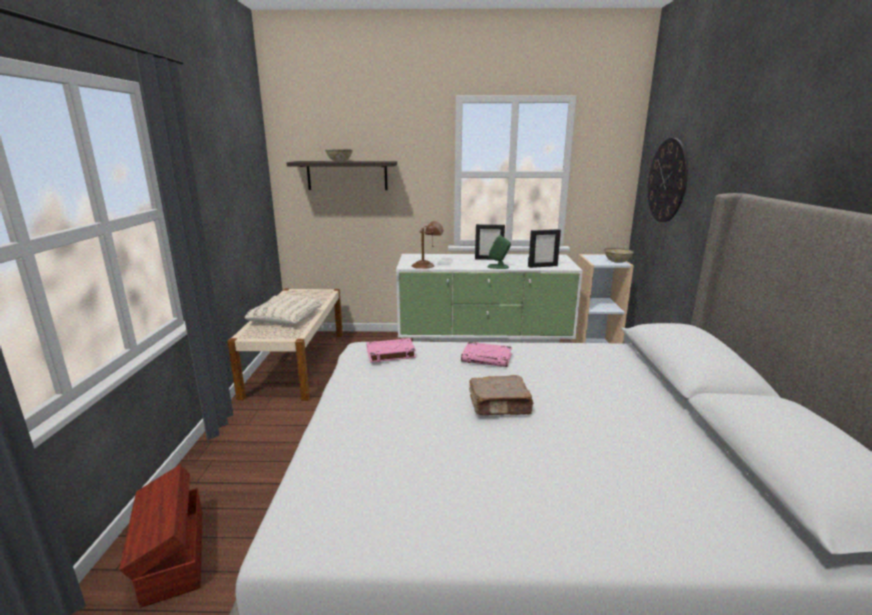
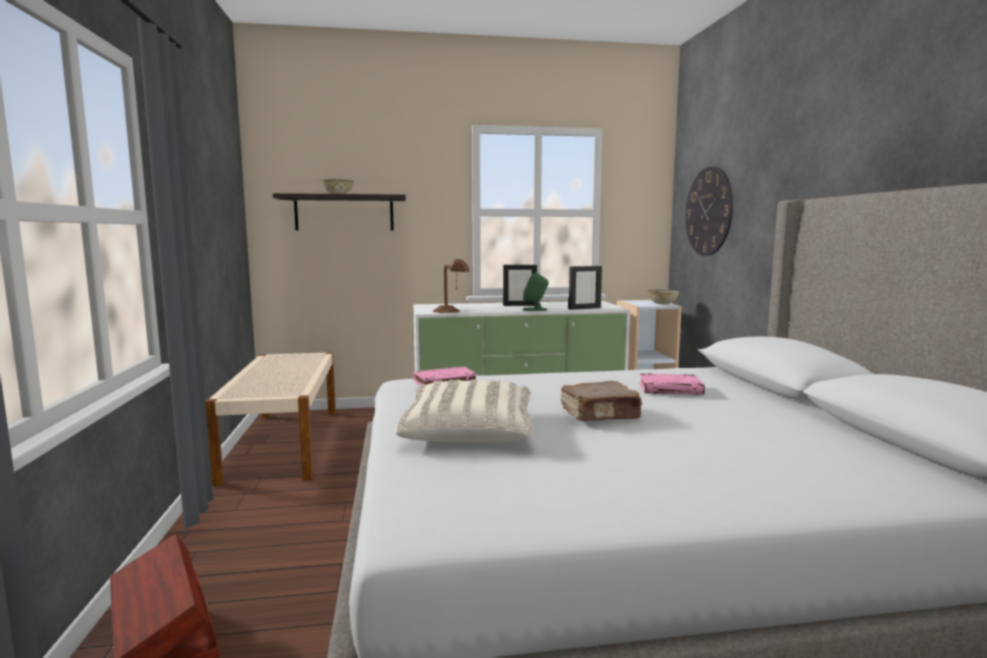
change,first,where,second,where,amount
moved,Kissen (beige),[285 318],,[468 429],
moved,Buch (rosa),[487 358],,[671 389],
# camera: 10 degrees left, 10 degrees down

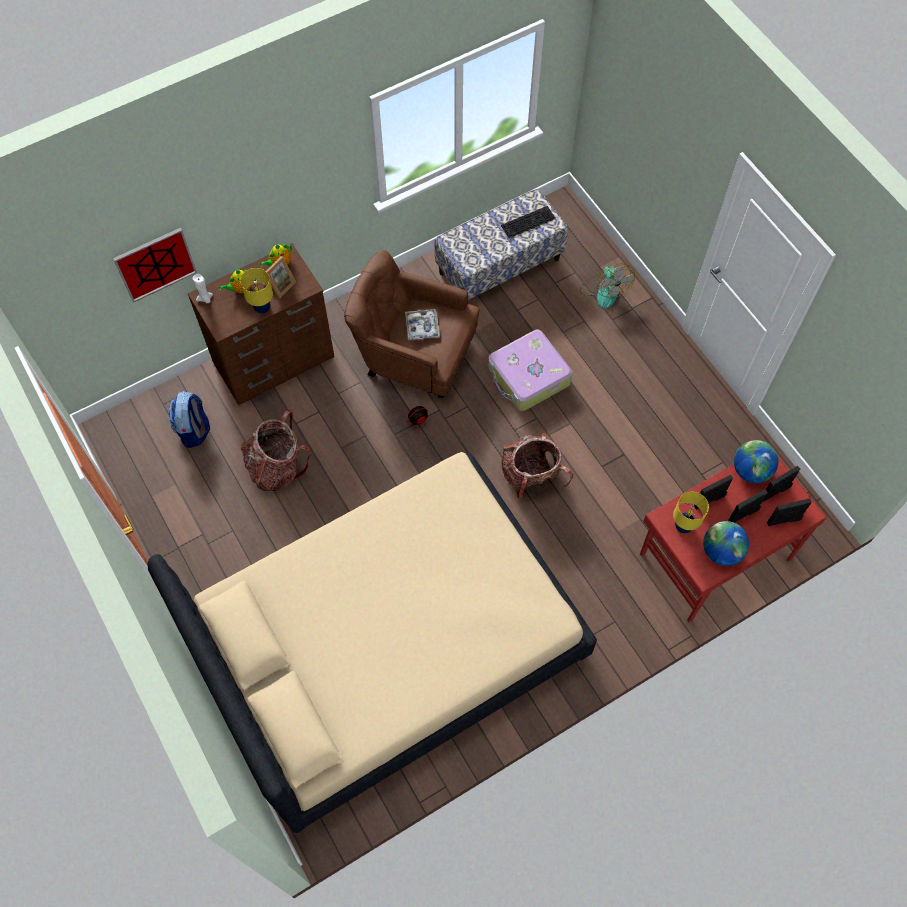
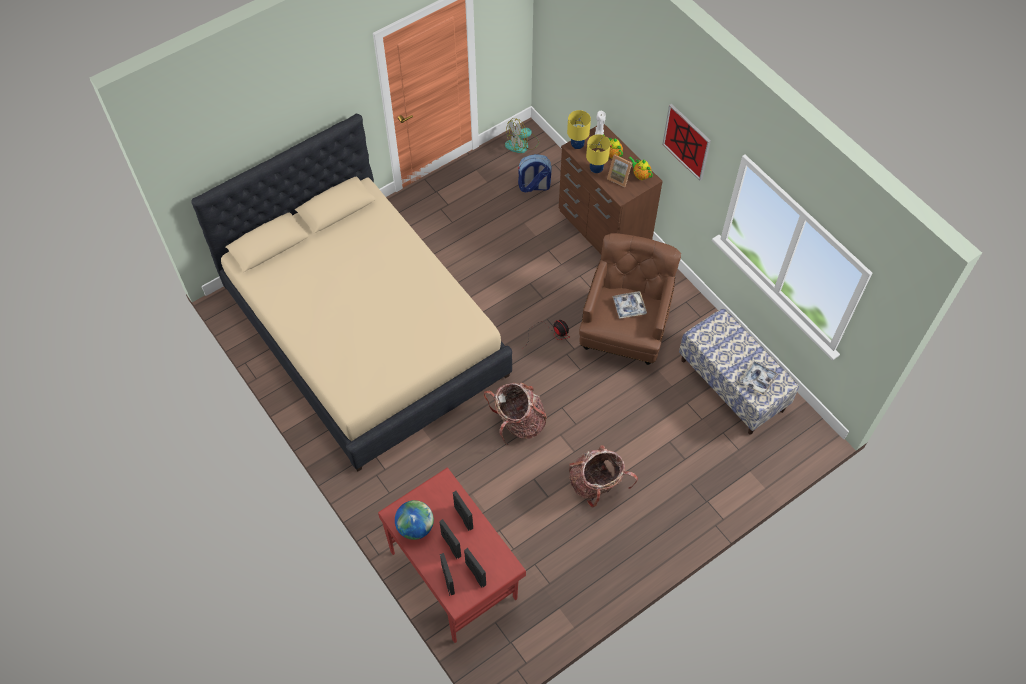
change,first,where,second,where,amount
removed,Koffer,[528 377],,,
removed,Globus,[750 470],,,
moved,Bild,[155 264],,[687 141],
moved,Rucksack,[277 467],,[597 485],
moved,Ventilator,[604 290],,[522 144],
moved,Tischlampe (gelb),[683 525],,[578 145],
replaced,Tastatur,[528 221],Tablett,[758 379],
# camera: 85 degrees right, 5 degrees down

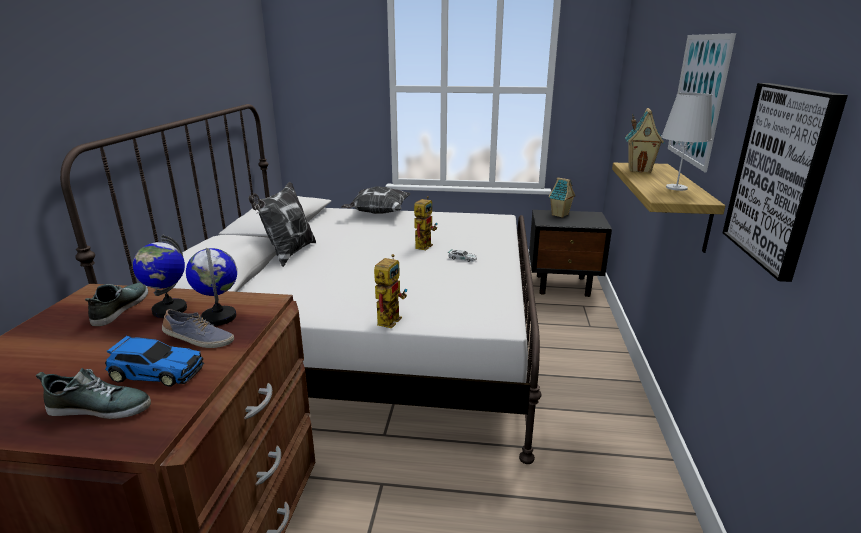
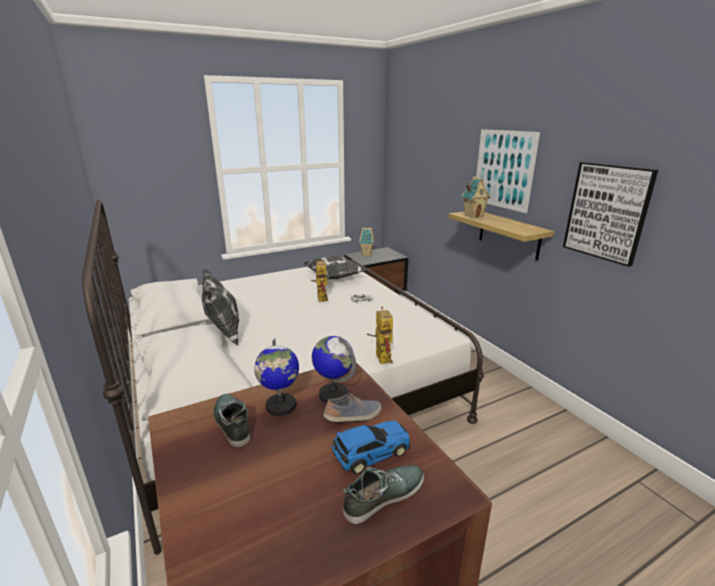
change,first,where,second,where,amount
removed,Tischlampe (weiß),[676 188],,,
moved,Kissen,[377 213],,[333 278],
# camera: 35 degrees left, 0 degrees up

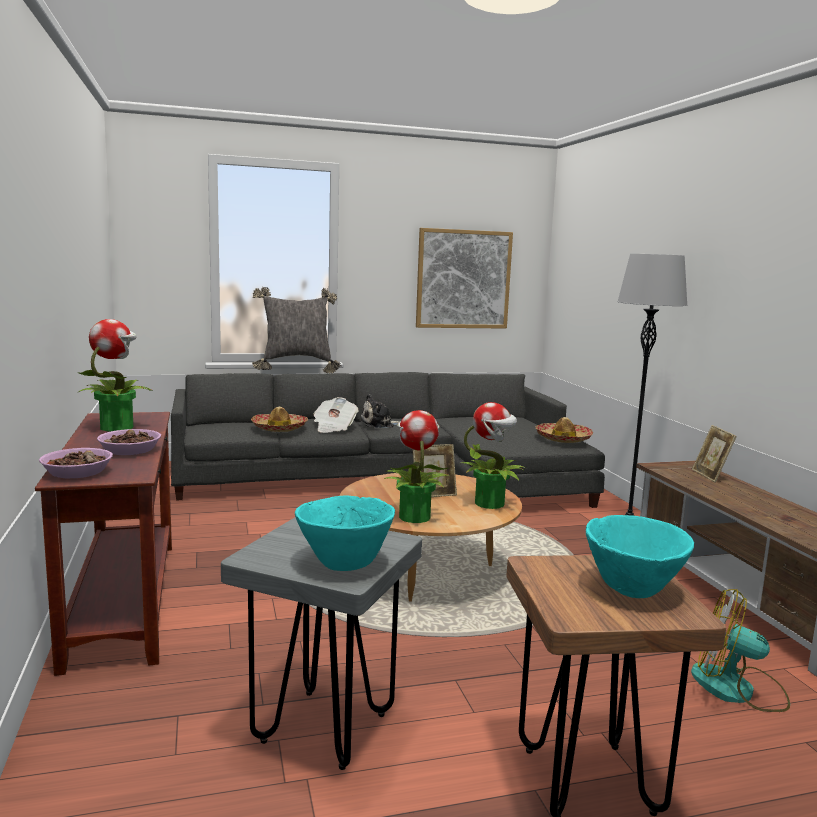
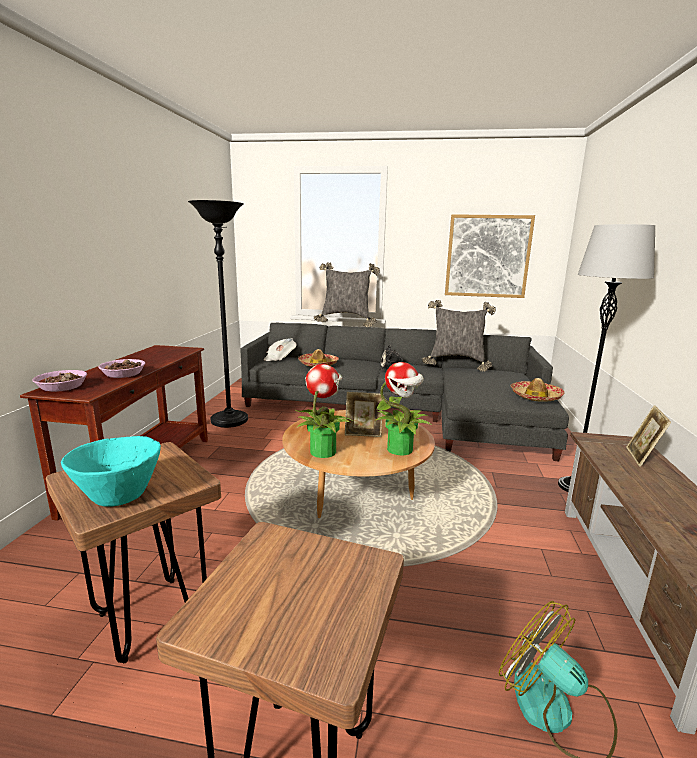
change,first,where,second,where,amount
removed,Topfpflanze,[117 427],,,
removed,Schüssel (türkis),[633 590],,,
added,,,Stehlampe (schwarz),[229 421],
added,,,Kissen,[456 366],
moved,Zeitung,[334 428],,[279 358],
recoloured,Hocker (grau),[324 727],Hocker (braun),[151 616],
# camera: 25 degrees right, 5 degrees up

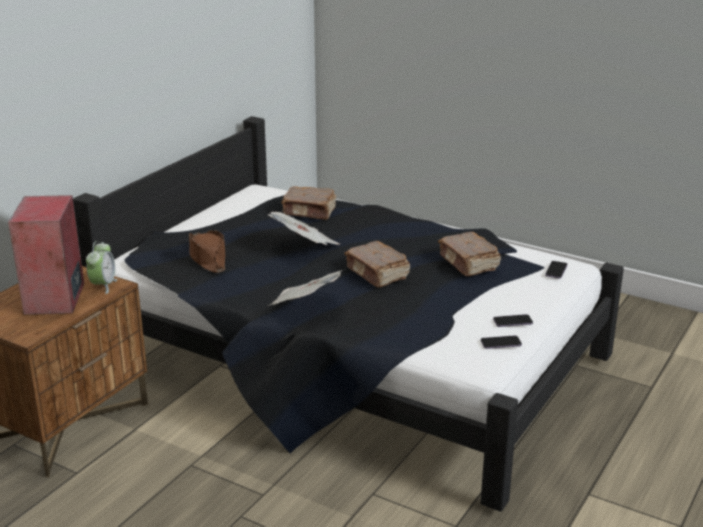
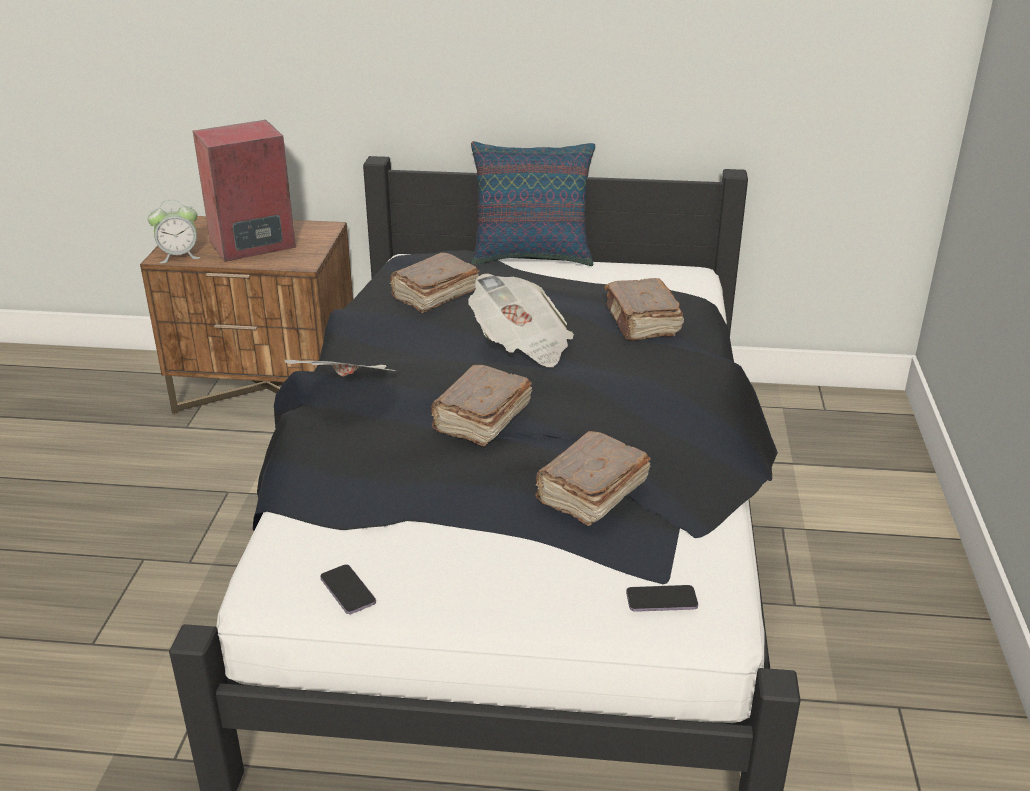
change,first,where,second,where,amount
removed,Handy,[512 322],,,
added,,,Kissen (blau),[532 259],
moved,Wecker,[103 285],,[179 256],
replaced,Hut (braun),[207 258],Buch (braun),[434 296],
# camera: 65 degrees right, 5 degrees up

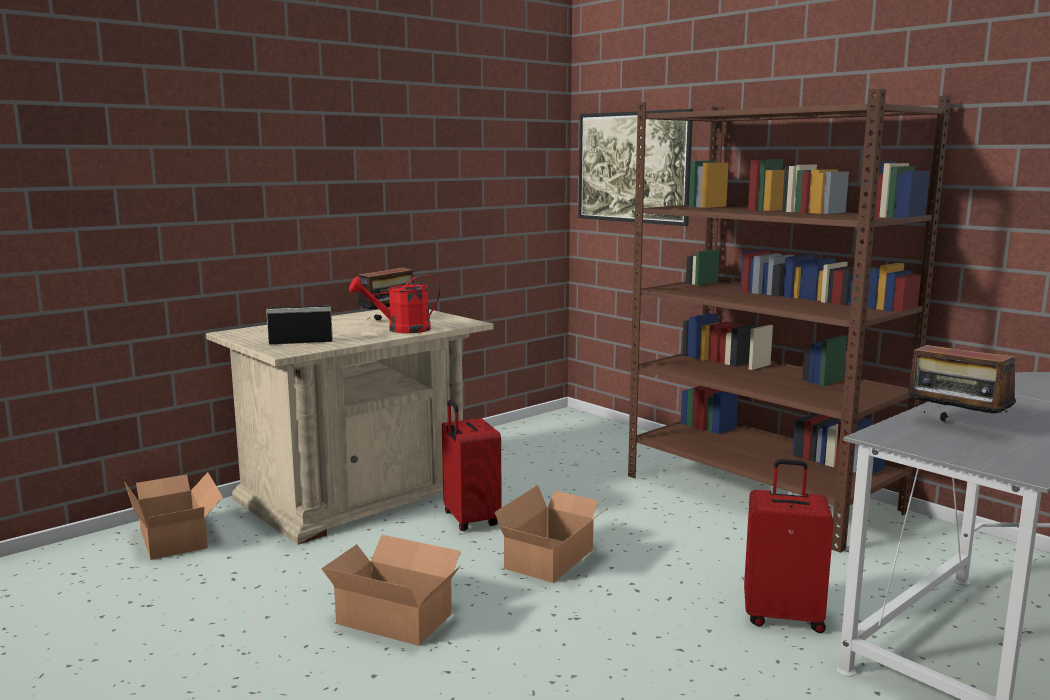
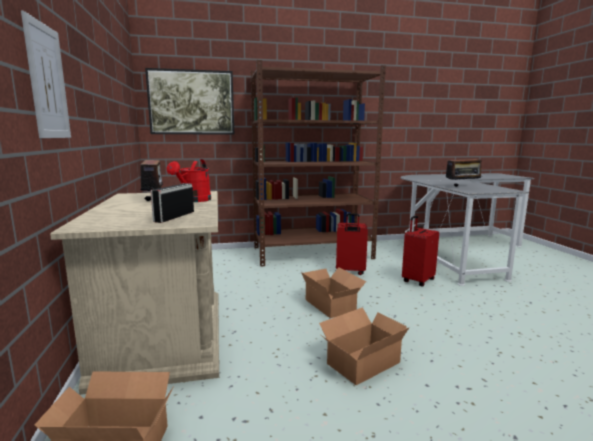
change,first,where,second,where,amount
added,,,Bild,[47 82],
moved,Koffer (rot),[469 520],,[350 272],
# camera: 60 degrees left, 0 degrees up

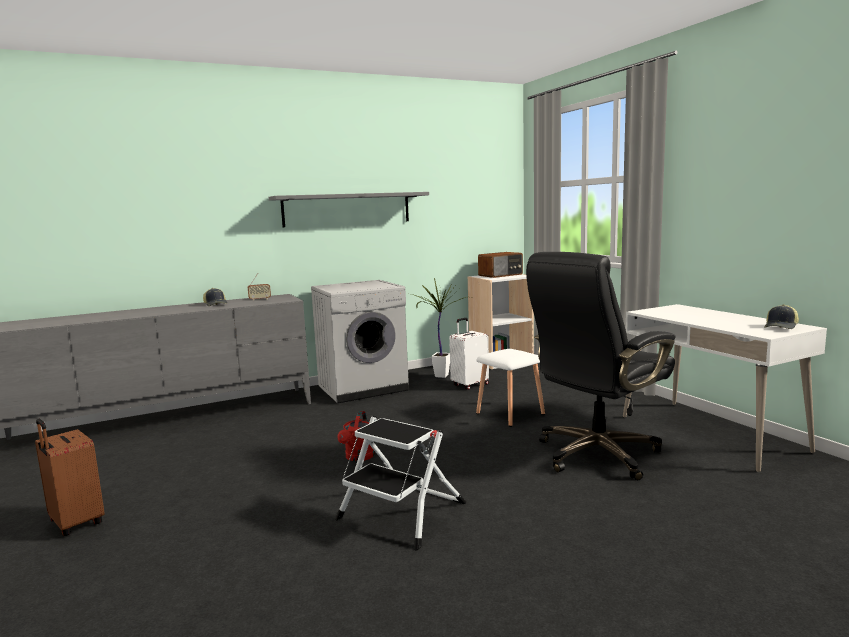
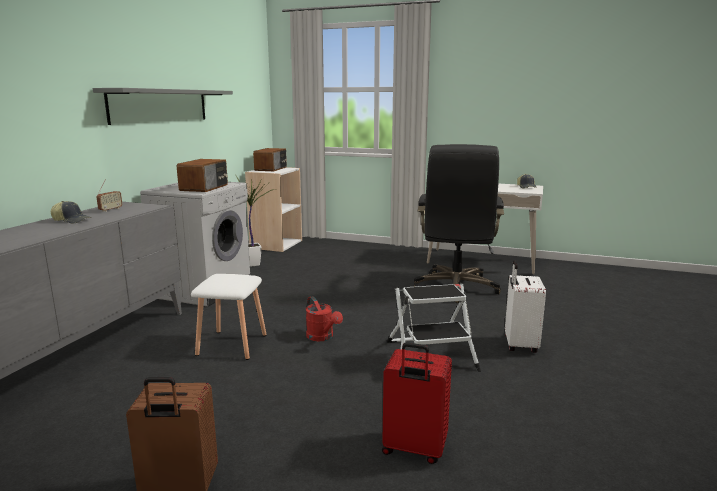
change,first,where,second,where,amount
added,,,Radio,[205 188],
added,,,Koffer (rot),[414 449],
moved,Koffer (weiß),[469 385],,[519 345],
moved,Hocker (weiß),[510 414],,[232 345],
# camera: 45 degrees left, 5 degrees up

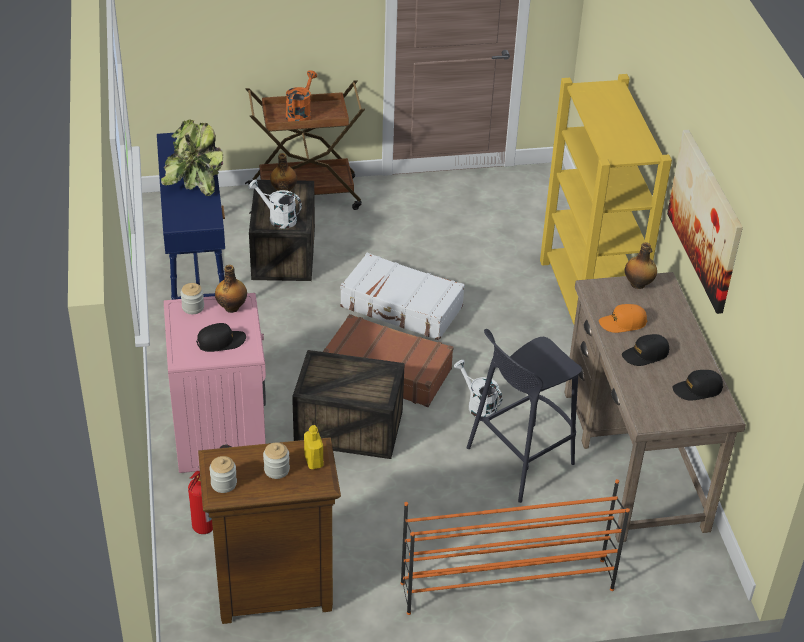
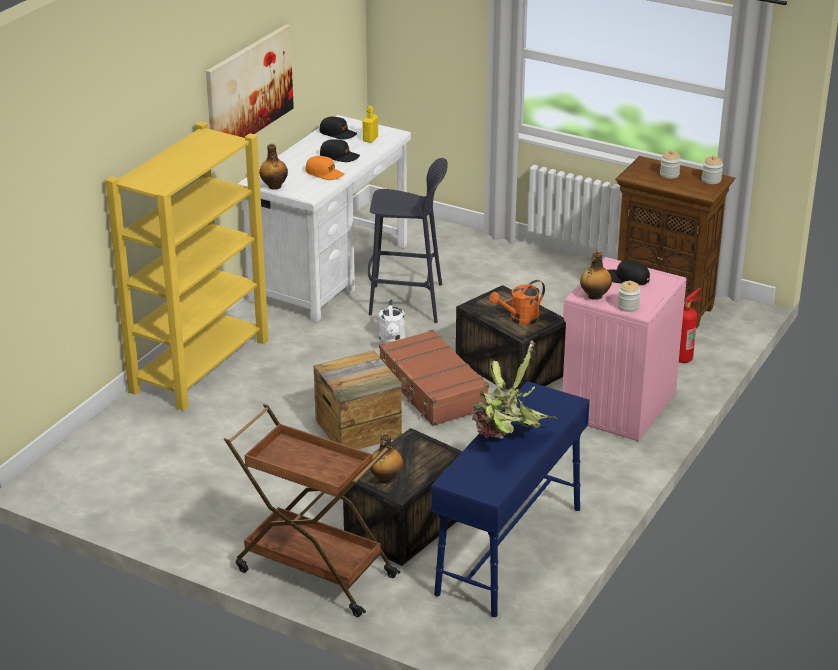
change,first,where,second,where,amount
removed,Gießkanne (weiß),[278 218],,,
removed,Schuhregal (orange),[506 586],,,
moved,Gießkanne (orange),[300 113],,[519 319],
moved,Flasche (gelb),[313 461],,[370 139],
replaced,Koffer (weiß),[401 307],Kiste,[358 428],
recoloured,Schreibtisch (braun),[635 459],Schreibtisch (weiß),[329 272],
# camera: 140 degrees left, 10 degrees down

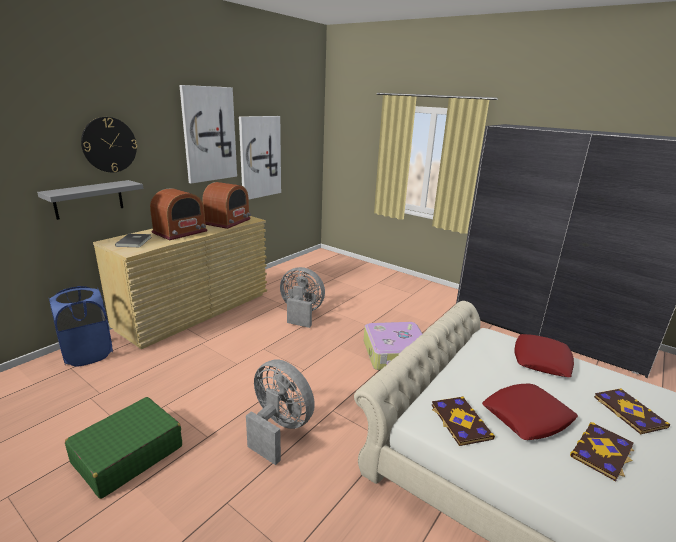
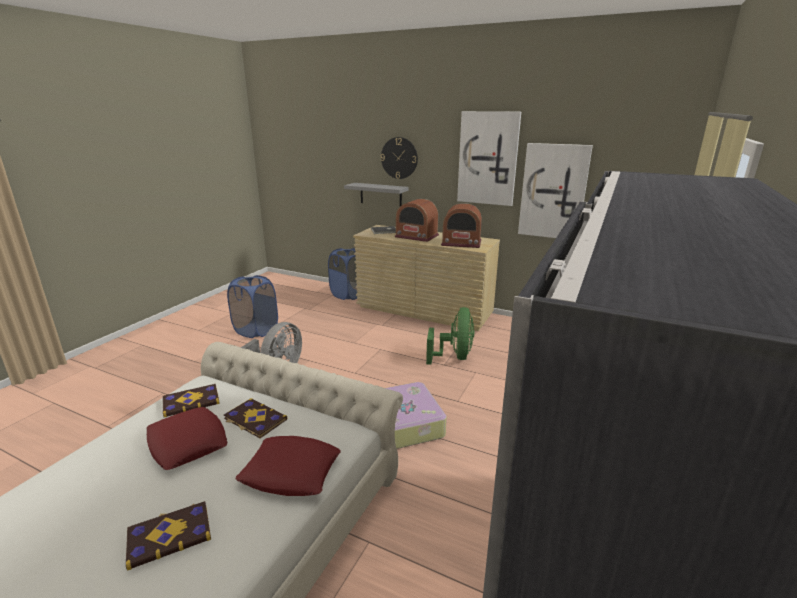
change,first,where,second,where,amount
moved,Buch,[602 452],,[254 419],
replaced,Koffer (grün),[127 454],Wäschekorb (blau),[256 330],
recoloured,Ventilator (grau),[301 314],Ventilator (grün),[454 357],
# camera: 80 degrees right, 0 degrees up

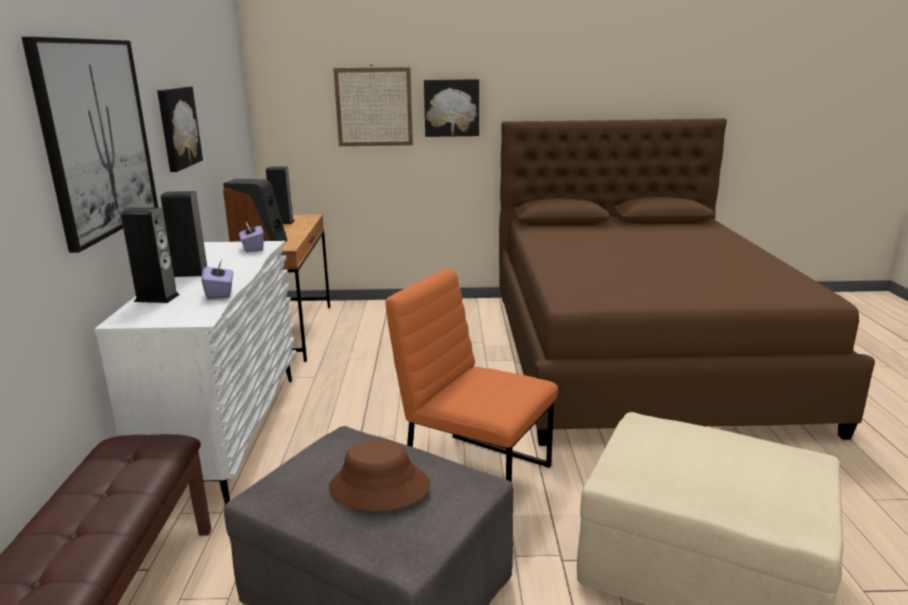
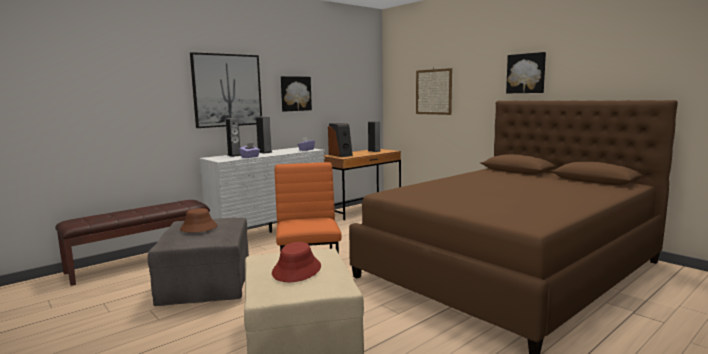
change,first,where,second,where,amount
added,,,Hut (rot),[297 270],
moved,Bild,[451 108],,[526 73],
# camera: 50 degrees right, 10 degrees down

